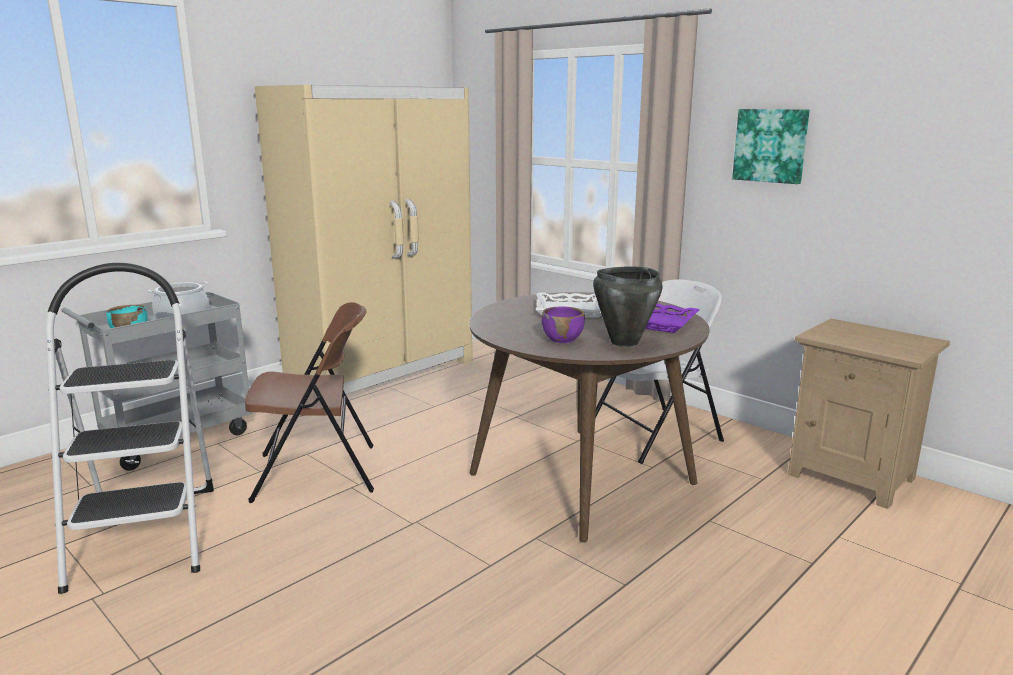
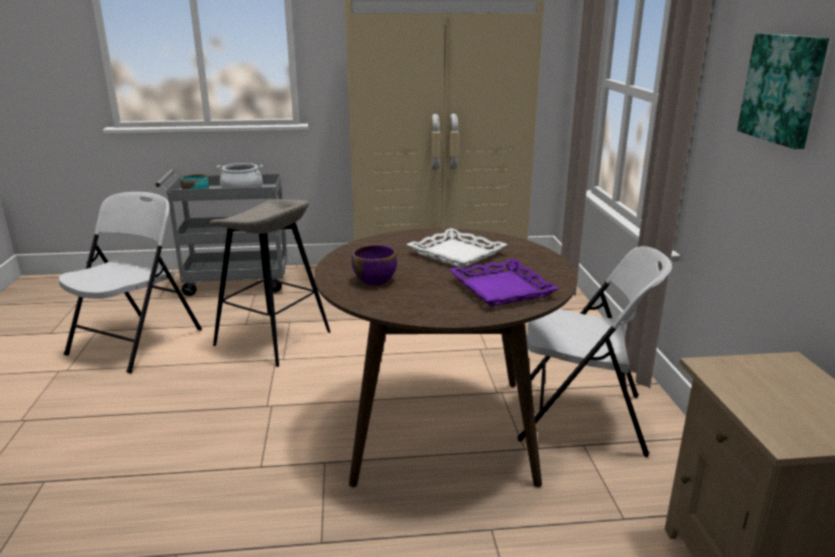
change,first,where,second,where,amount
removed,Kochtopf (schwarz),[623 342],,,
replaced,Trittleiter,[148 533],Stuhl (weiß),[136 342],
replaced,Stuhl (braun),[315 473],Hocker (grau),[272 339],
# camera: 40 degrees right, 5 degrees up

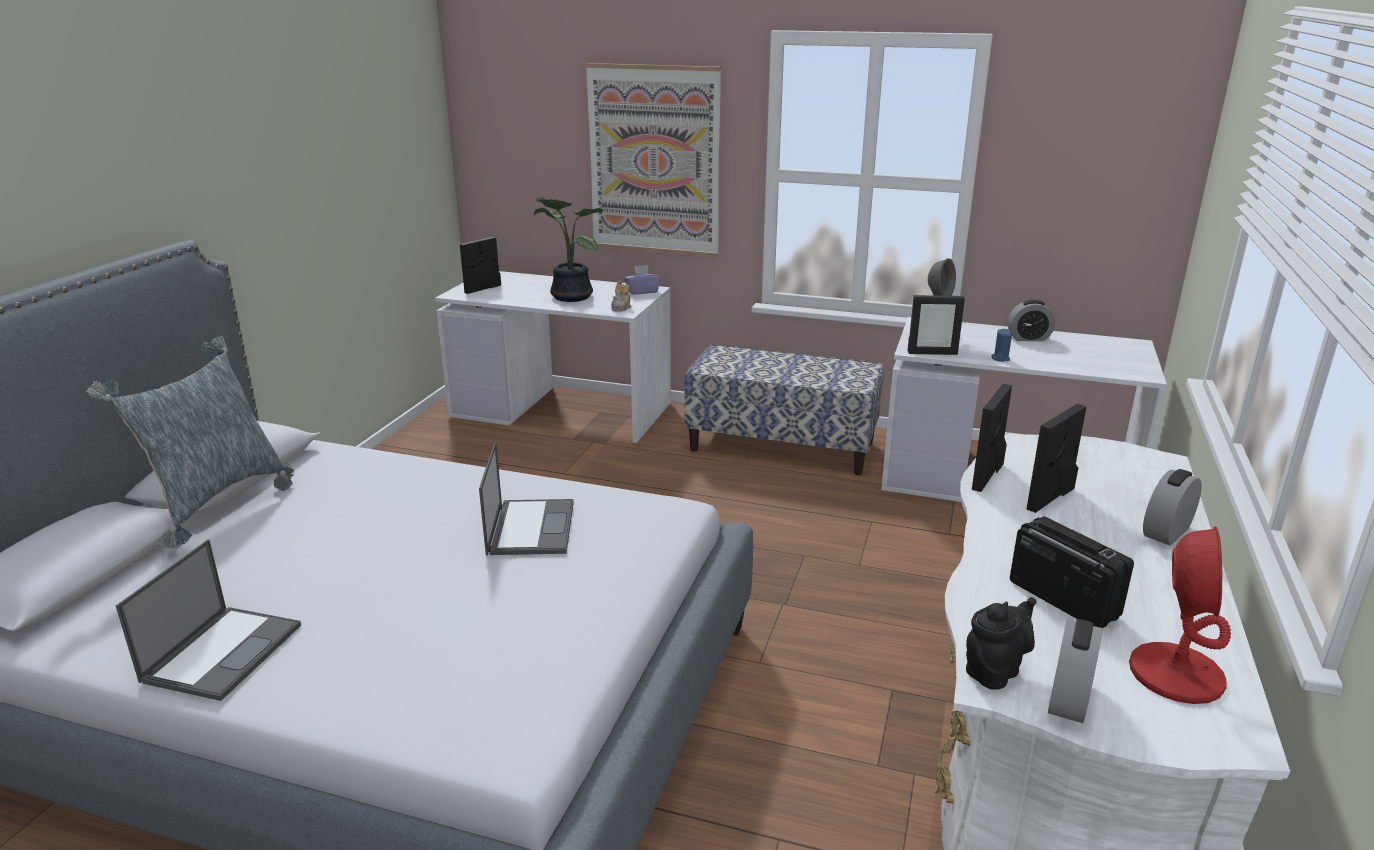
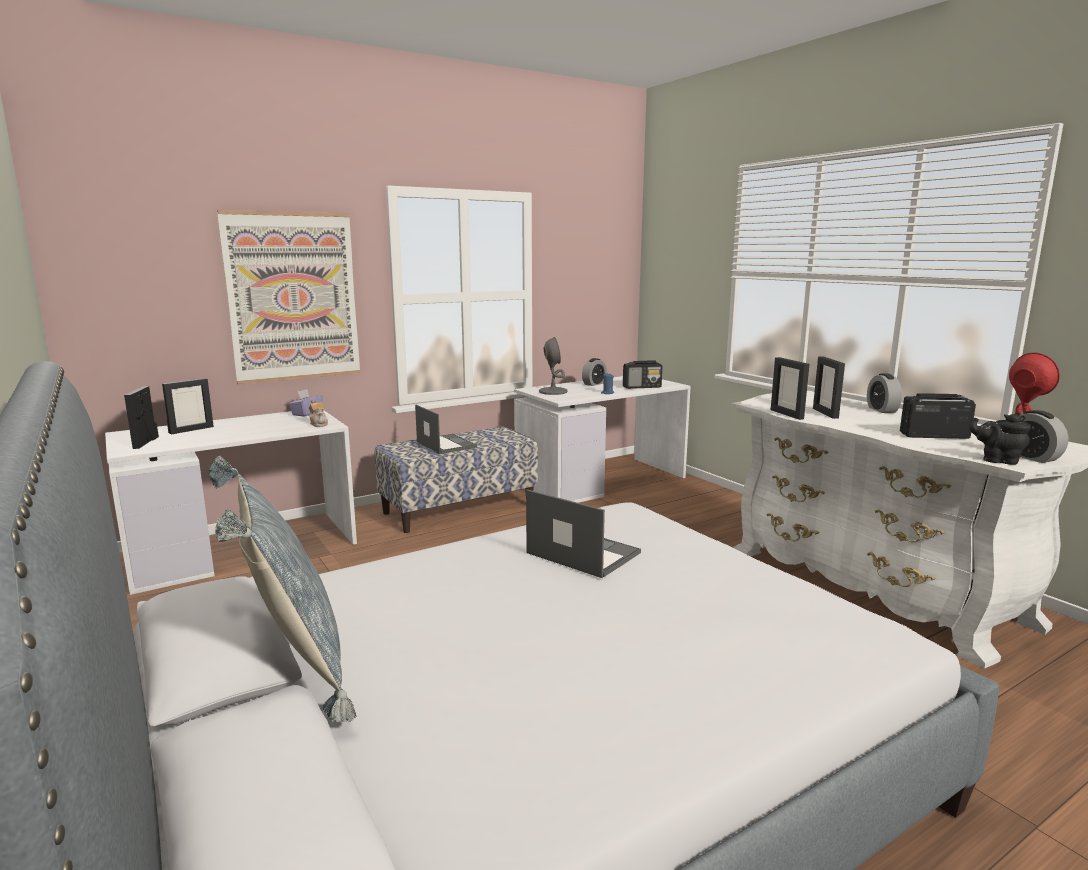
change,first,where,second,where,amount
removed,Topfpflanze,[569 297],,,
added,,,Radio,[642 387],
moved,Laptop,[223 651],,[445 444],
moved,Bilderrahmen,[932 352],,[191 430],
turned,Teekanne (schwarz),[995 670],,[997 460],60 degrees counterclockwise
# camera: 50 degrees left, 10 degrees down

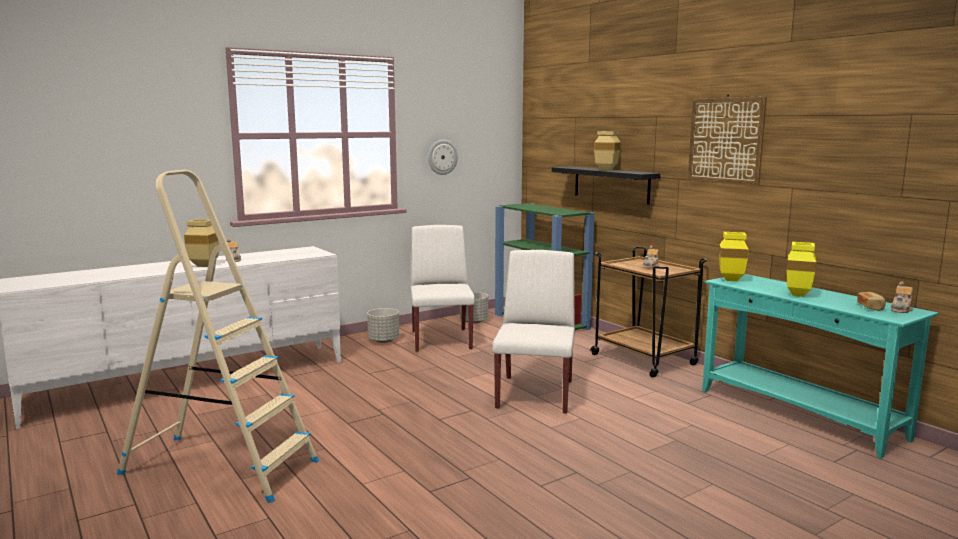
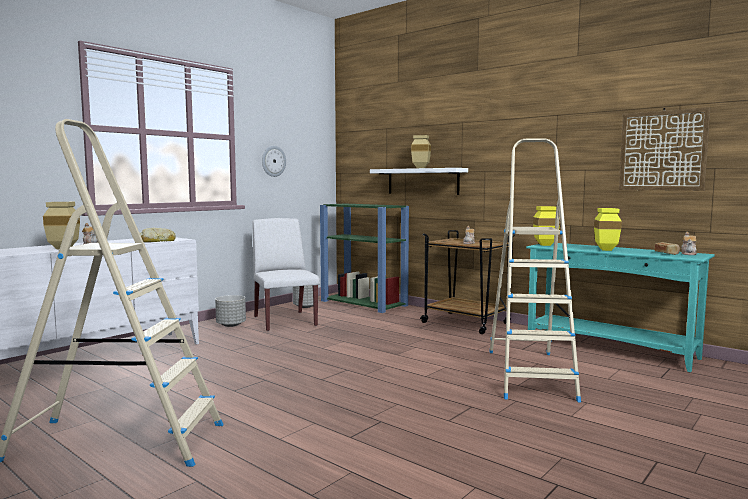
change,first,where,second,where,amount
removed,Stuhl (weiß),[535 394],,,
added,,,Brot,[157 241],
added,,,Trittleiter (beige),[529 374],
moved,Bild,[725 139],,[662 149],
recoloured,Wandregal (schwarz),[611 184],Wandregal (weiß),[422 181],
# camera: 15 degrees left, 5 degrees down

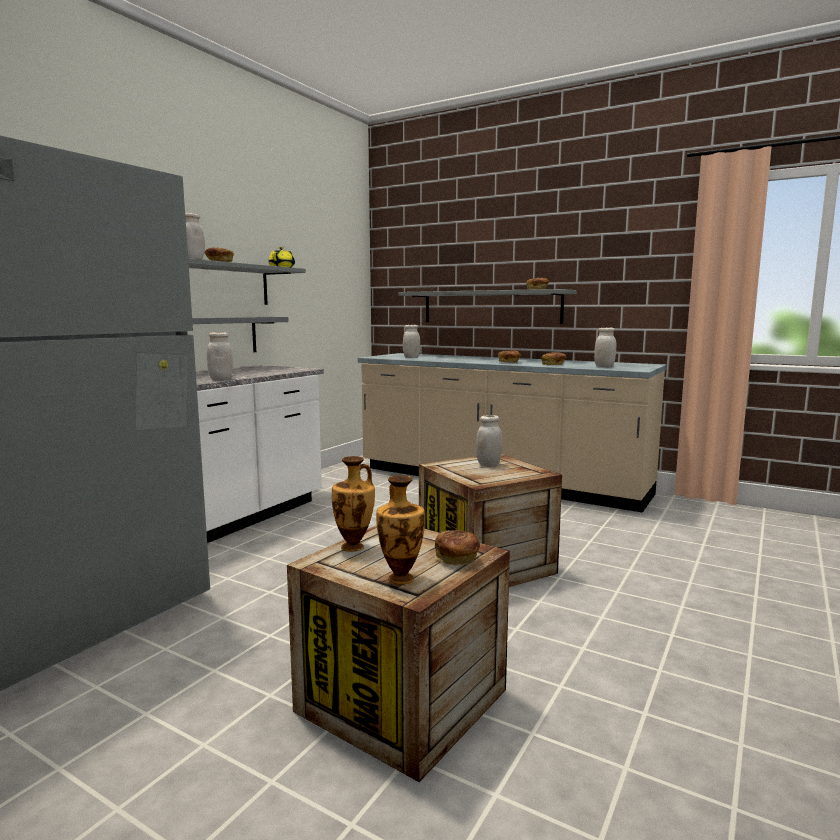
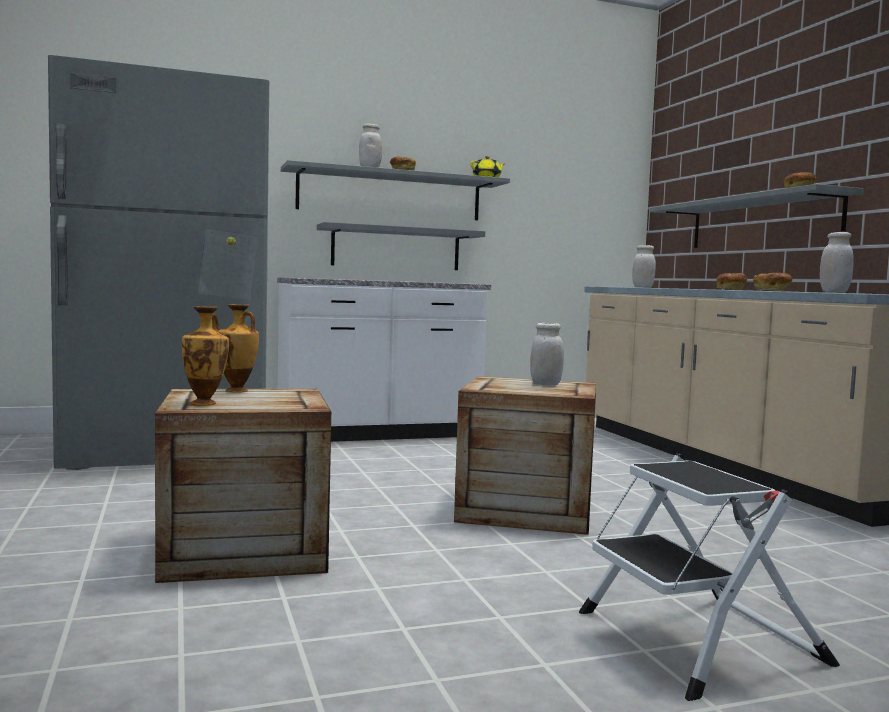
change,first,where,second,where,amount
removed,Vorratsglas (weiß),[221 379],,,
removed,Brot,[456 559],,,
added,,,Trittleiter,[699 640],
# camera: 40 degrees right, 5 degrees down

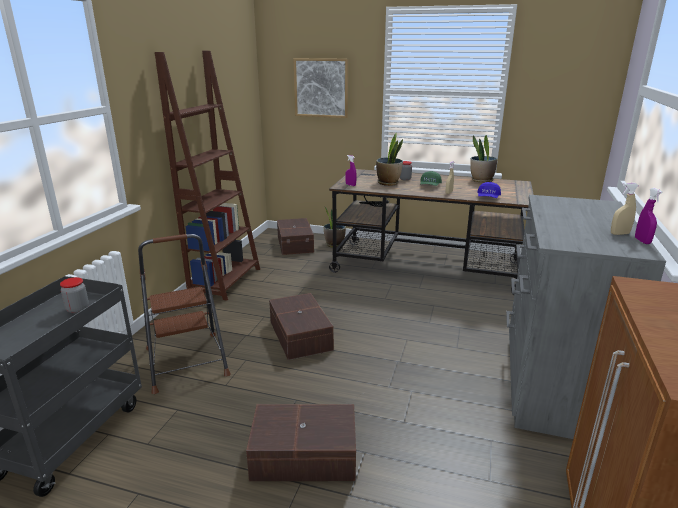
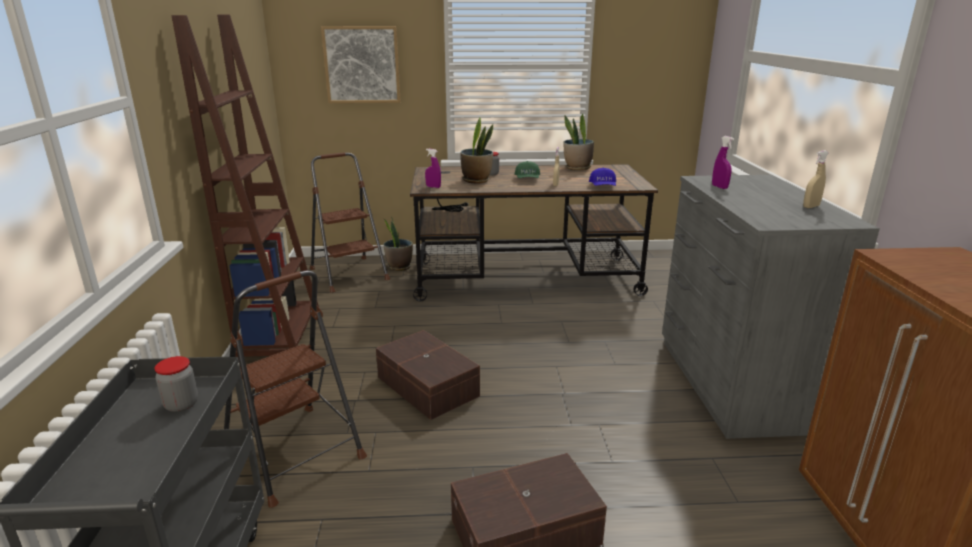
change,first,where,second,where,amount
moved,Sprühflasche (lila),[642 241],,[719 187],
replaced,Aufbewahrungsbox (braun),[296 244],Trittleiter (braun),[348 272],
# camera: 20 degrees left, 0 degrees up

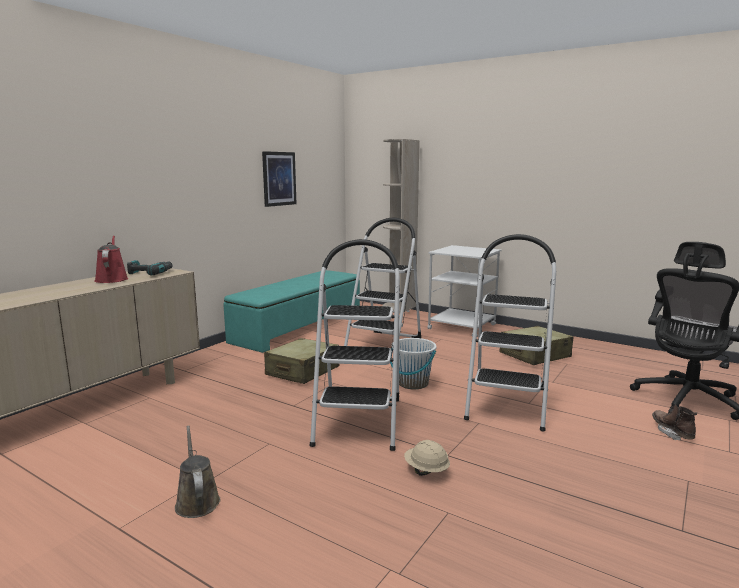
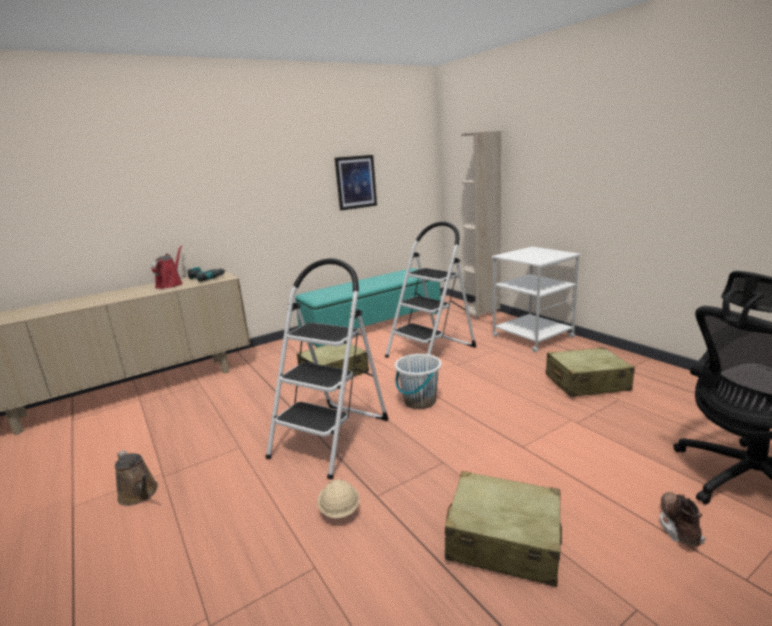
change,first,where,second,where,amount
removed,Trittleiter,[508 402],,,
added,,,Koffer (beige),[503 540],
turned,Gießkanne (braun),[197 501],,[140 494],135 degrees clockwise
# camera: 25 degrees right, 5 degrees up

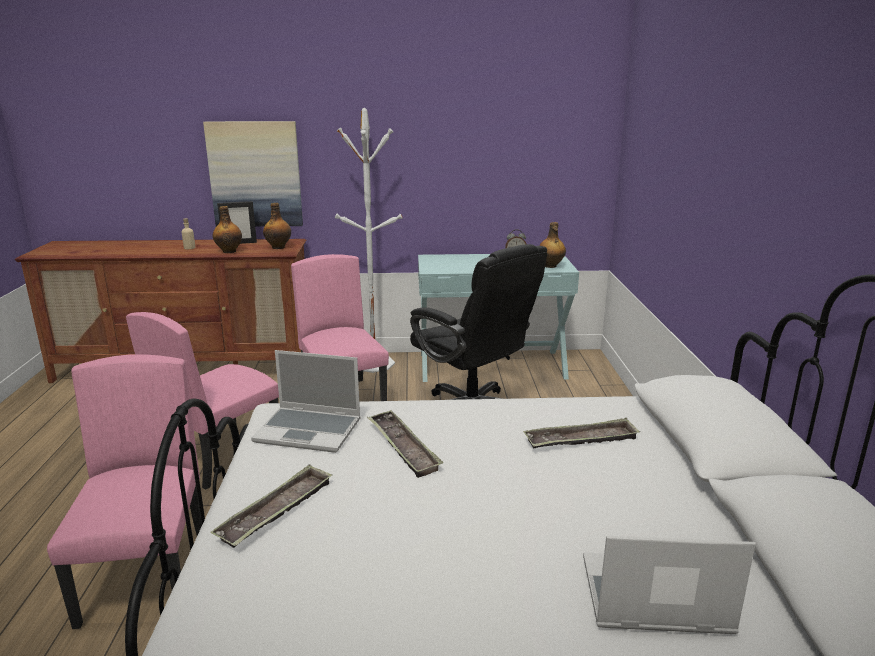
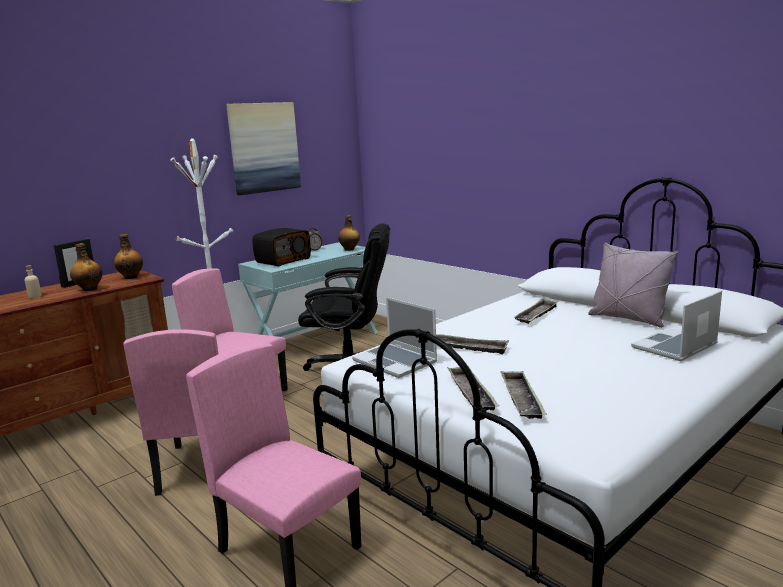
change,first,where,second,where,amount
added,,,Radio,[283 260],
added,,,Tablett,[521 399],
added,,,Kissen (lila),[628 319],
moved,Bild,[255 174],,[264 147],
turned,Laptop,[310 431],,[396 362],75 degrees clockwise
# camera: 40 degrees left, 5 degrees down

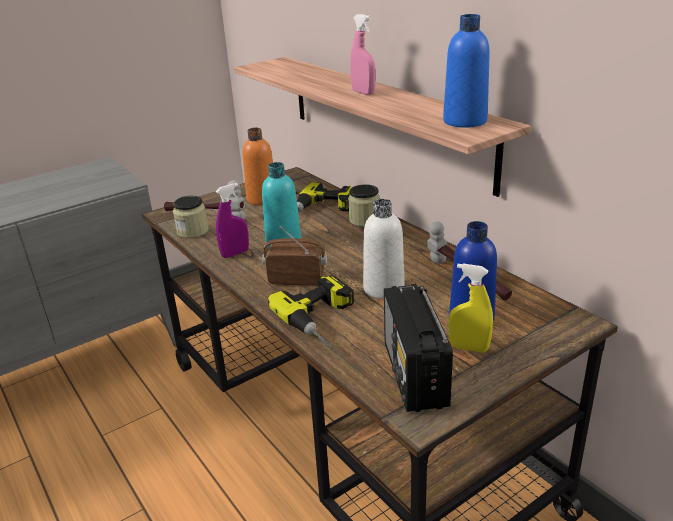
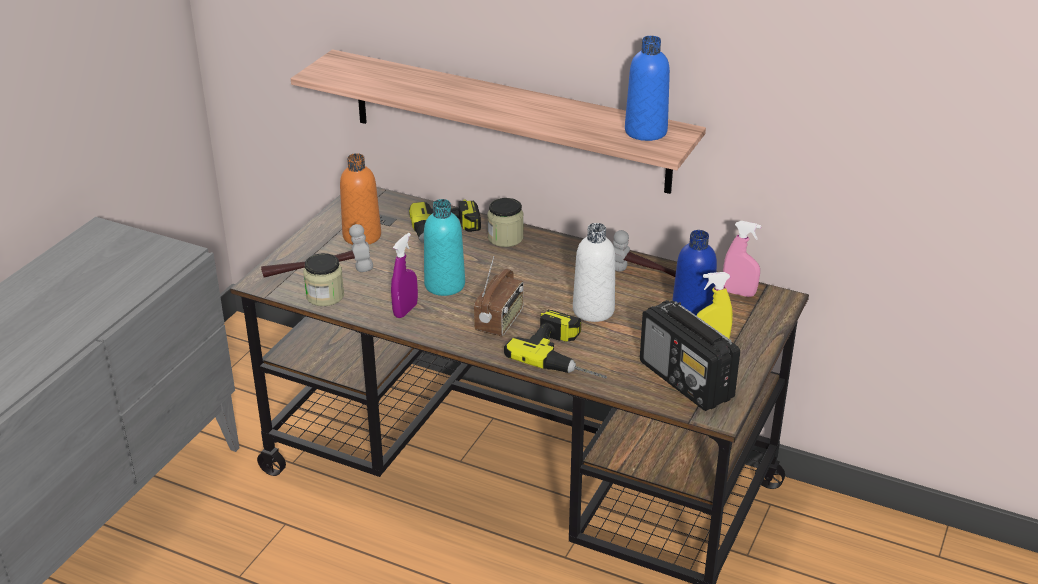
change,first,where,second,where,amount
moved,Sprühflasche (rosa),[363 92],,[739 293],
turned,Radio,[296 279],,[500 322],135 degrees clockwise
# camera: 30 degrees left, 5 degrees up

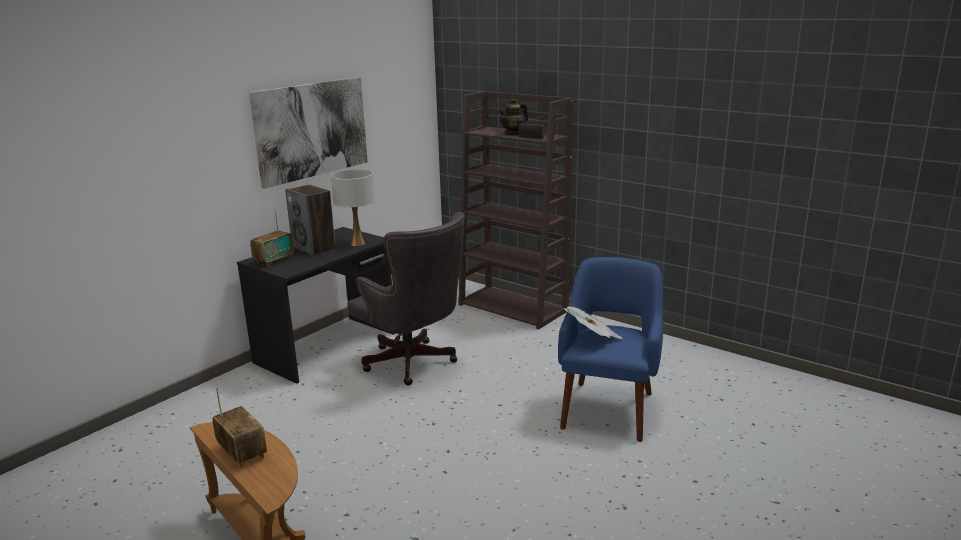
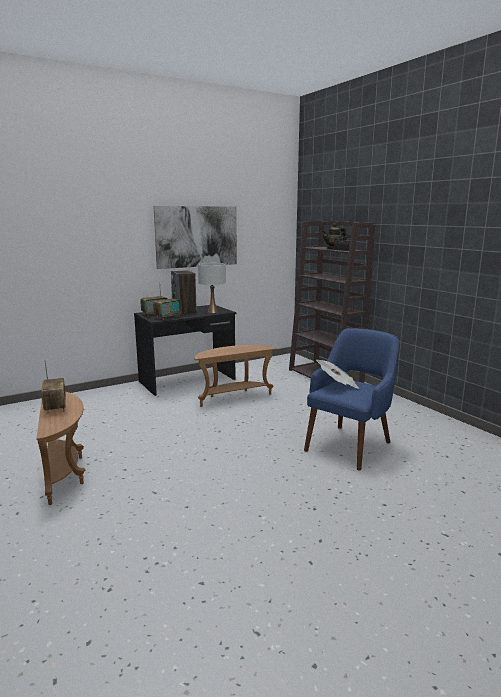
change,first,where,second,where,amount
added,,,Radio,[168 317],
replaced,Bürostuhl (grau),[413 364],Beistelltisch (braun),[233 397],
# camera: 20 degrees right, 5 degrees down

